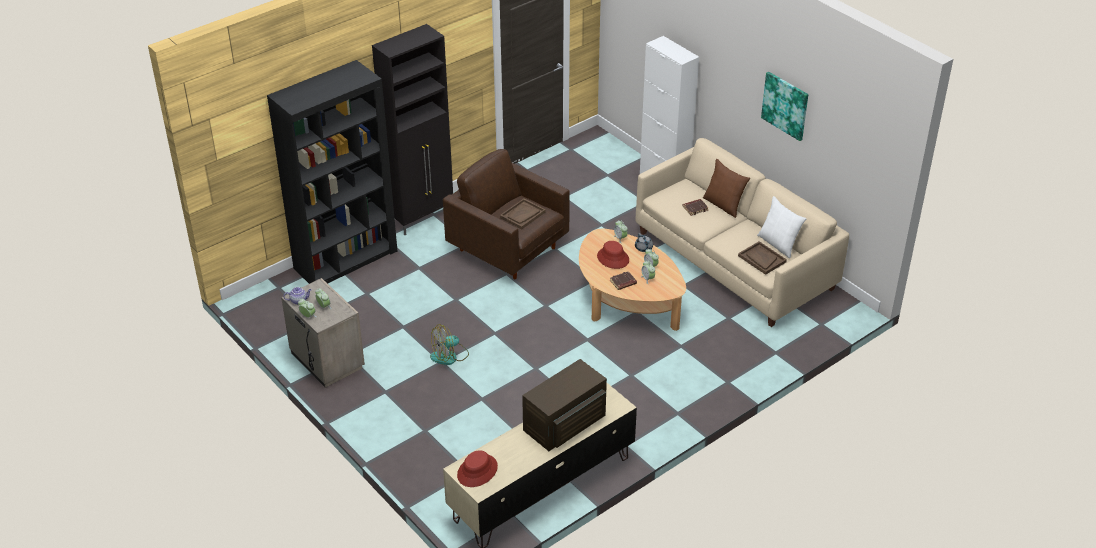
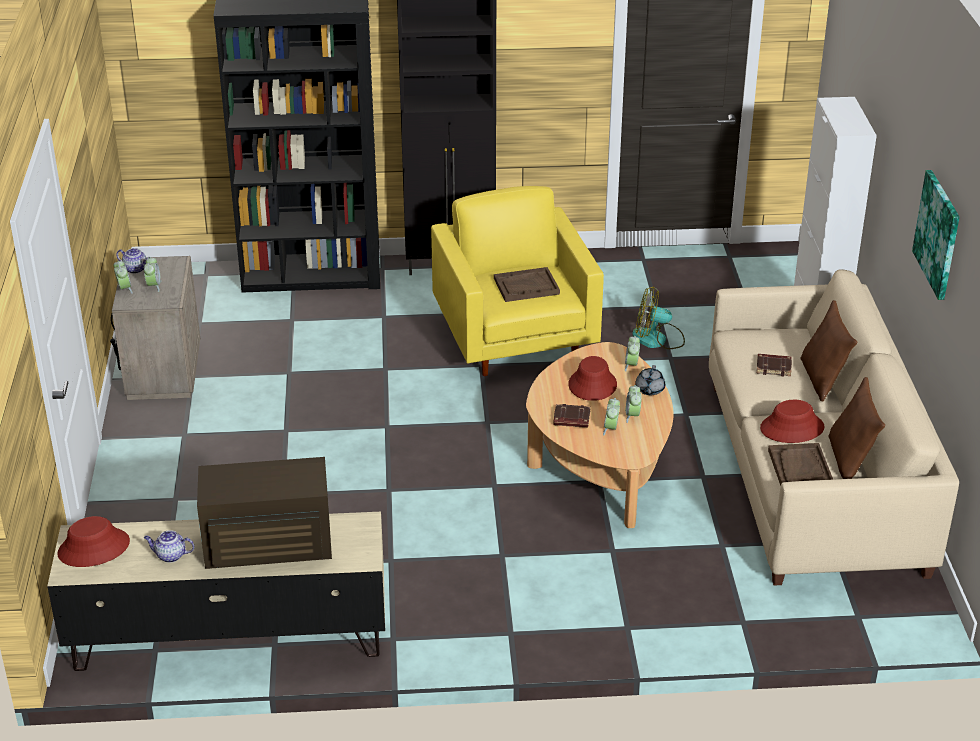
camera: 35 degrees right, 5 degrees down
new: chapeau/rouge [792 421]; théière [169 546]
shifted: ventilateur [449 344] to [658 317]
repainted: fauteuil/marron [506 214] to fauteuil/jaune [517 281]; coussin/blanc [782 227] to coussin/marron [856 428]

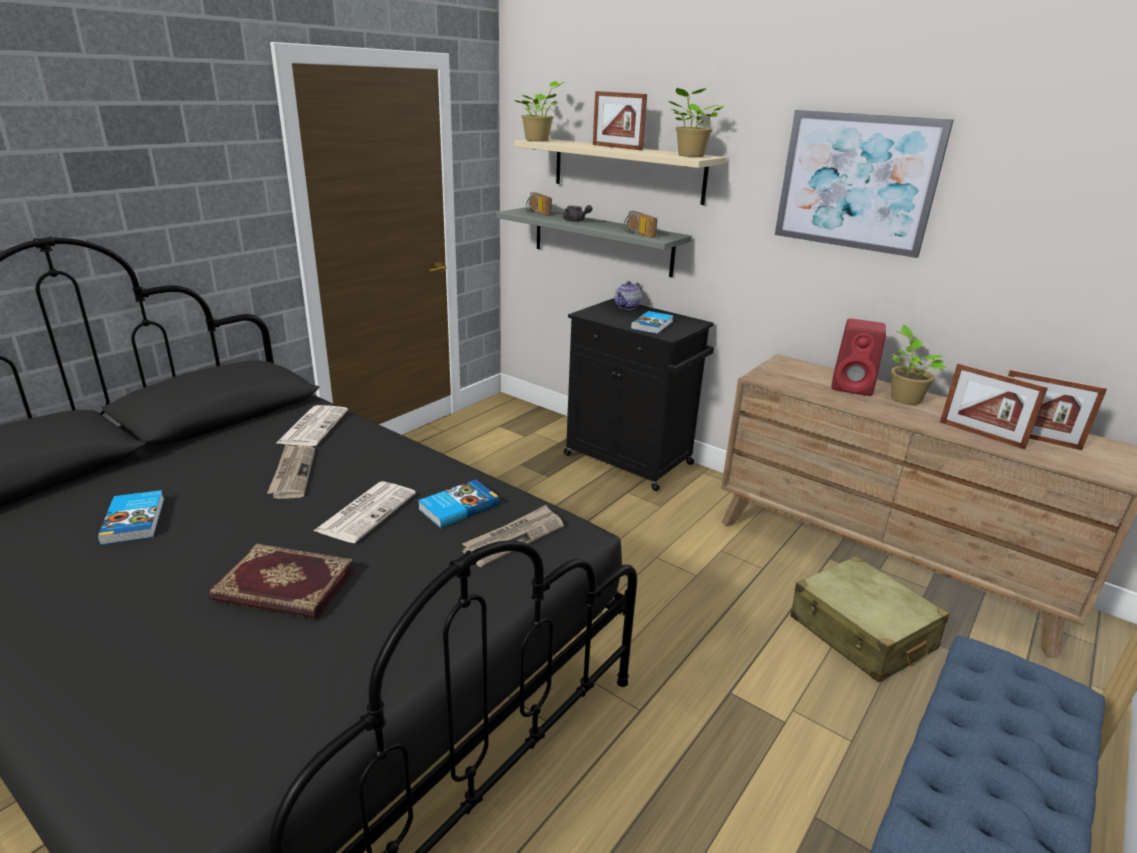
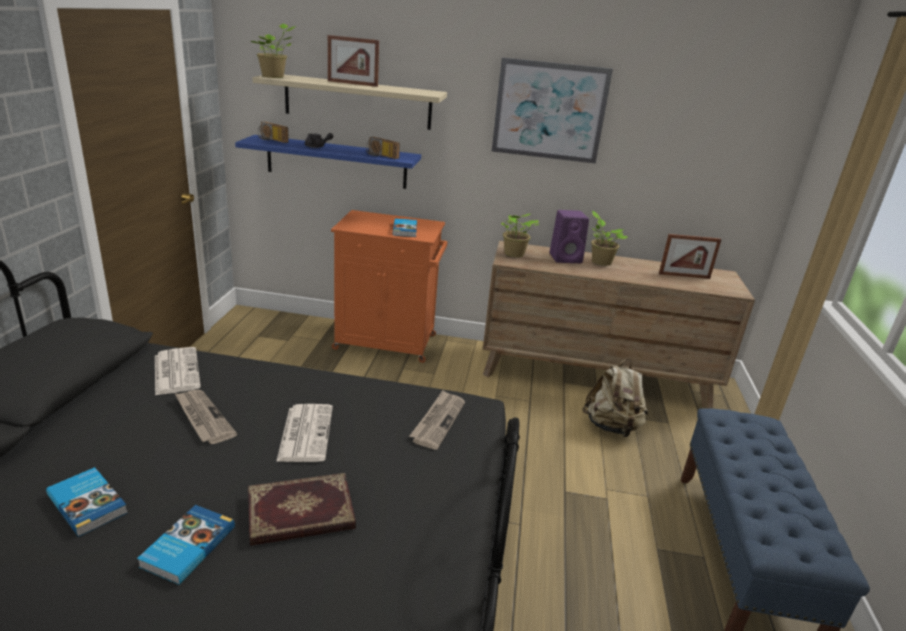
camera: 30 degrees left, 0 degrees up
gone: théière [628 295]; cadre photo [994 406]
shifted: plante en pot [696 122] to [520 235]; livre [458 503] to [186 545]
swapped: valise/beige [870 619] to sac à dos/beige [615 398]
repainted: étagère/gris [594 242] to étagère/bleu [328 162]; meuble de rangement/noir [639 394] to meuble de rangement/orange [389 286]; enceinte/rouge [859 357] to enceinte/violet [569 236]

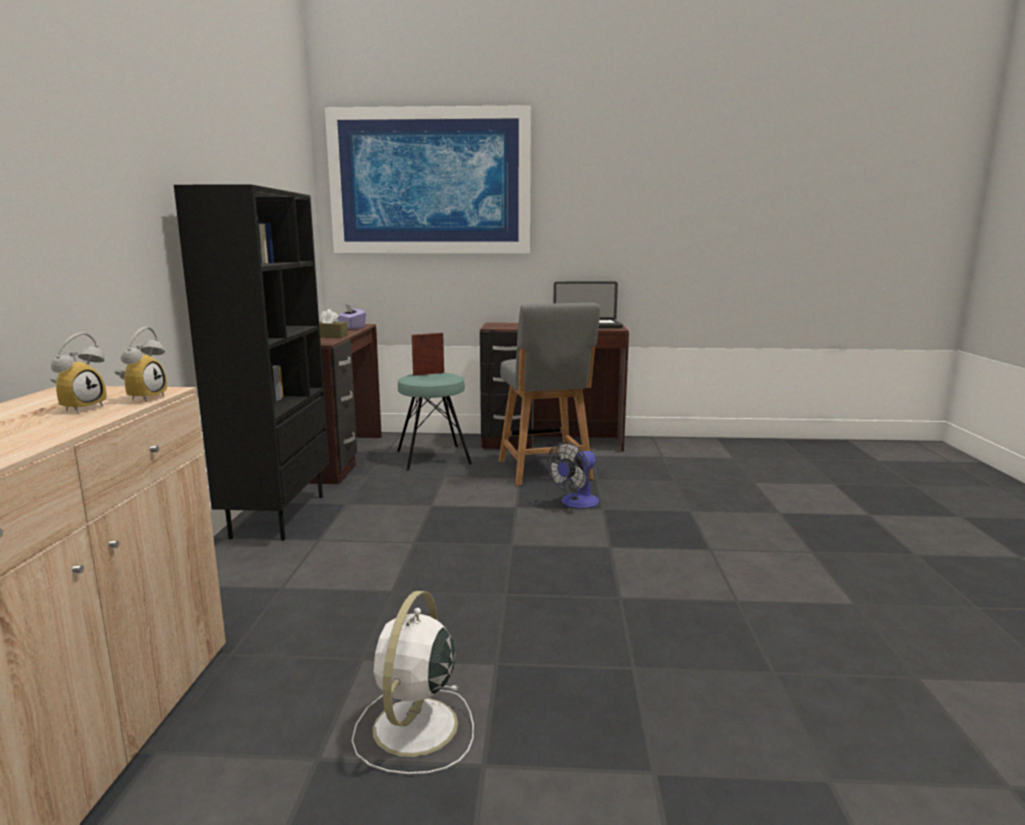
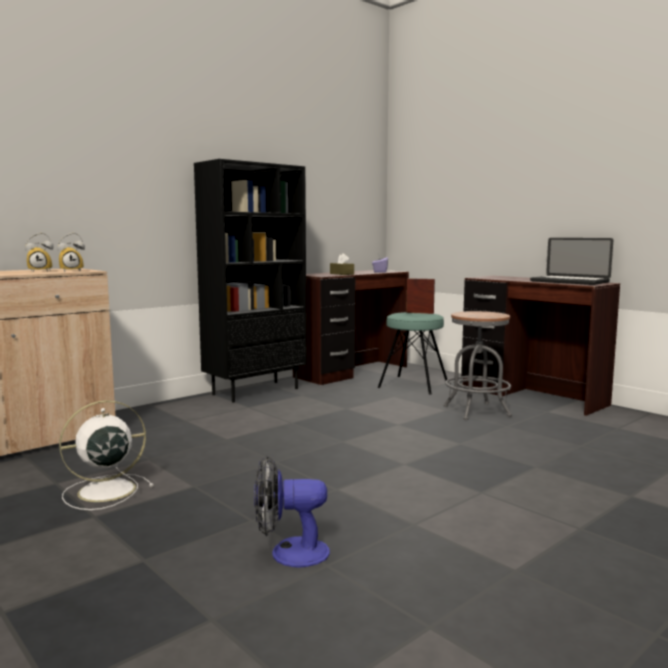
camera: 45 degrees right, 5 degrees down
gone: tableau [428 179]
shifted: ventilateur [573 475] to [292 512]
swapped: chaise/gris [549 394] to tabouret/gris [477 365]

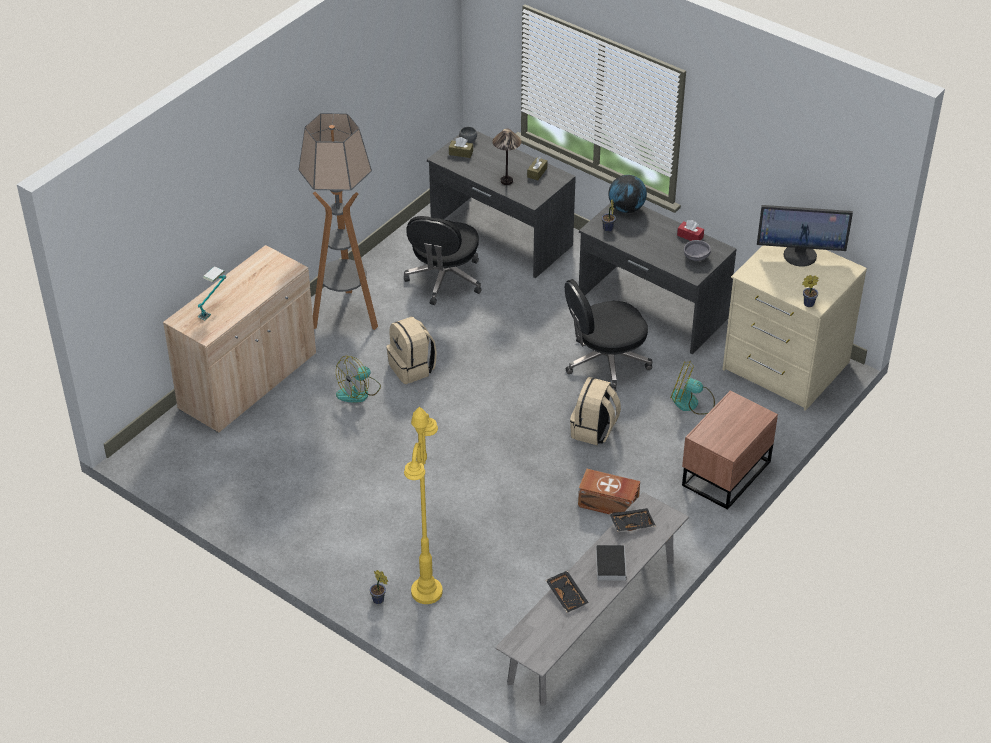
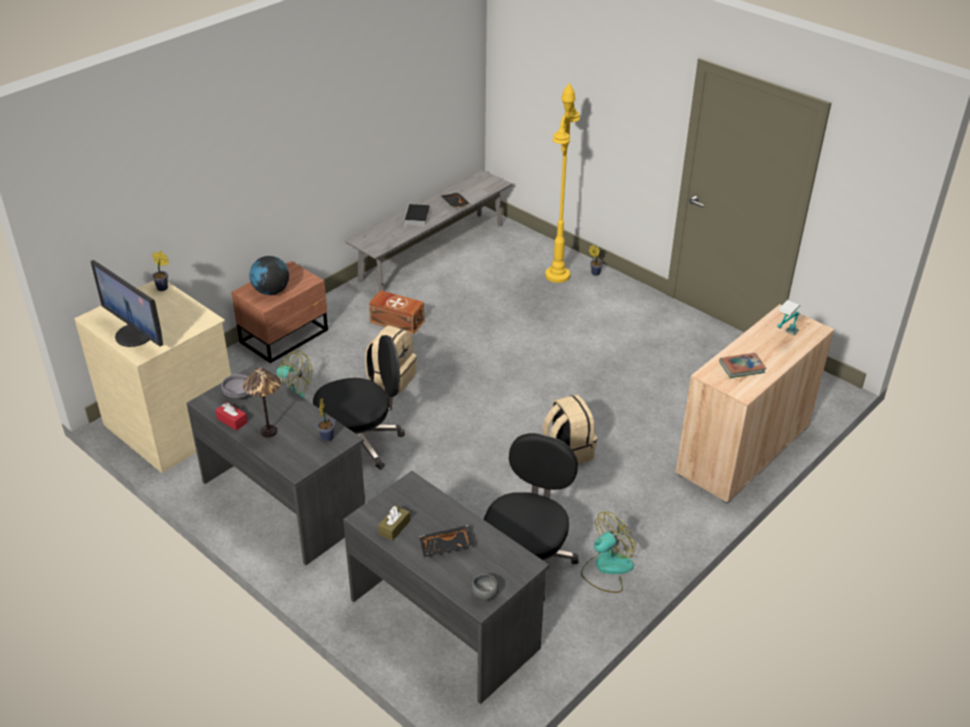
camera: 175 degrees left, 5 degrees down
gone: lampadaire [338 221]; boîte à mouchoirs/marron [461 147]
new: livre [742 365]
shifted: lampe de table [506 156] to [262 402]; globe [627 194] to [269 275]; ventilateur [358 379] to [608 552]; plateau/noir [633 519] to [446 541]
rotated: écran d'ordinateur [805 236] = [126 303] 150 degrees counterclockwise

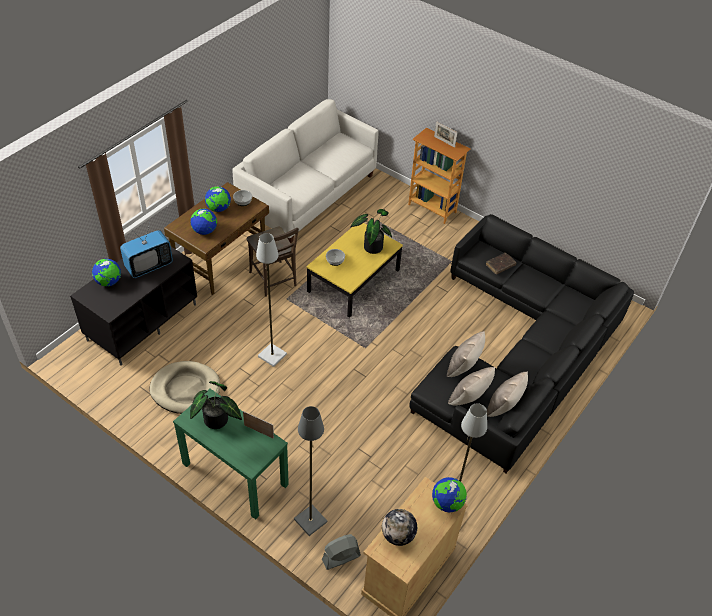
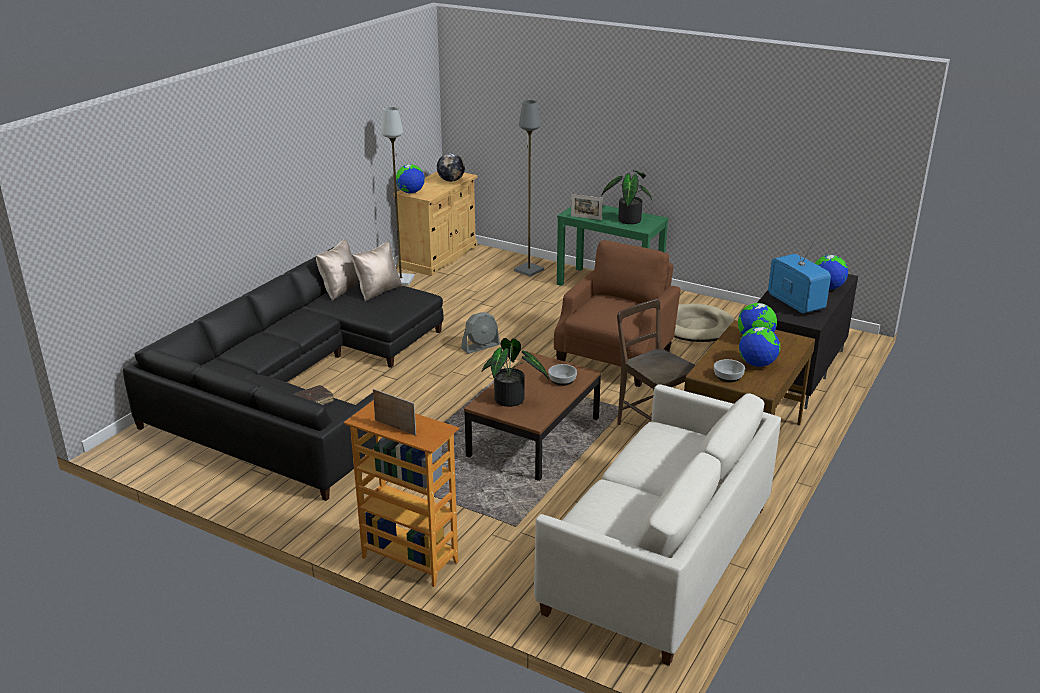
camera: 175 degrees right, 20 degrees down
gone: coussin/beige [466 354]
shifted: ventilateur/gris [341 552] to [480 333]
swapped: lampadaire/gris [271 300] to fauteuil/marron [617 313]
repainted: table basse/jaune [355 270] to table basse/marron [532 416]
rotated: téléviseur [146 251] = [799 274] 105 degrees clockwise

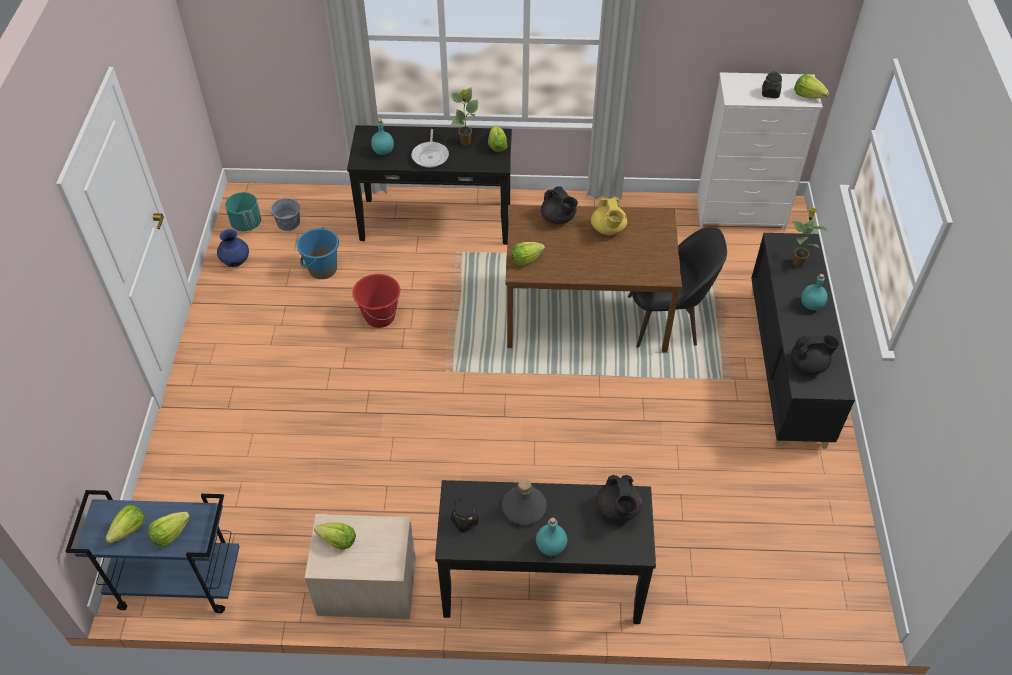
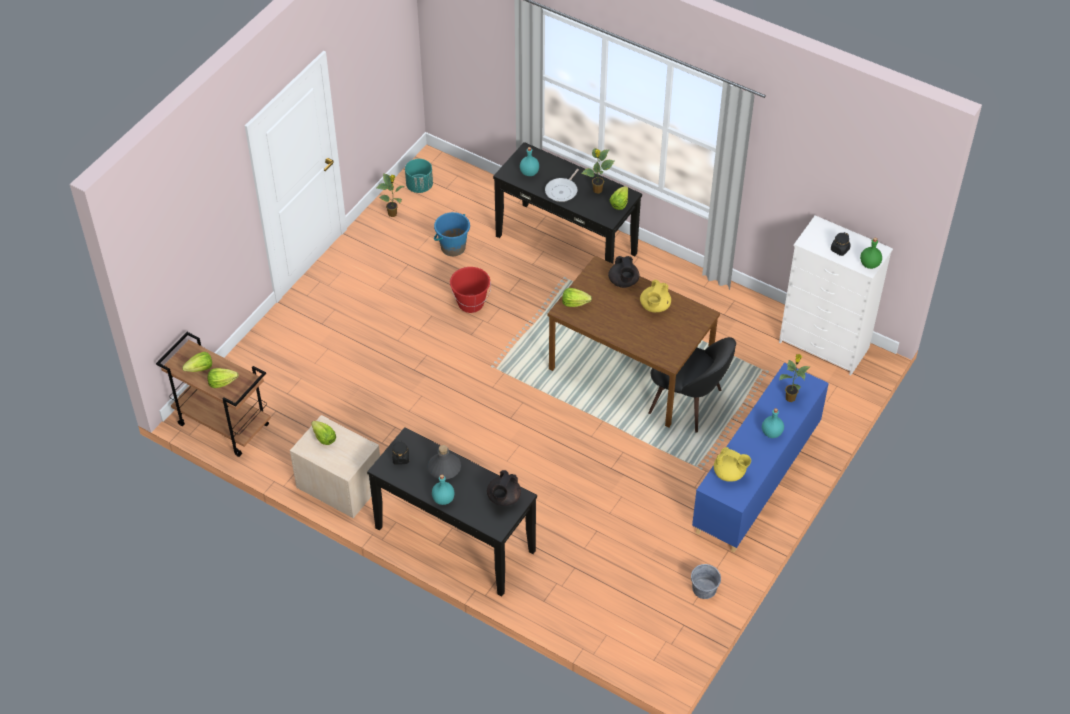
camera: 30 degrees right, 0 degrees up
shifted: seau/gris [285 214] to [706 581]
swapped: laitue [811 86] to bouteille/vert [871 253]; vase/bleu [233 248] to plante en pot [391 195]
repainted: meuble de rangement/noir [803 341] to meuble de rangement/bleu [760 457]; théière/noir [815 354] to théière/jaune [732 464]; chariot/bleu [152 551] to chariot/marron [213 394]

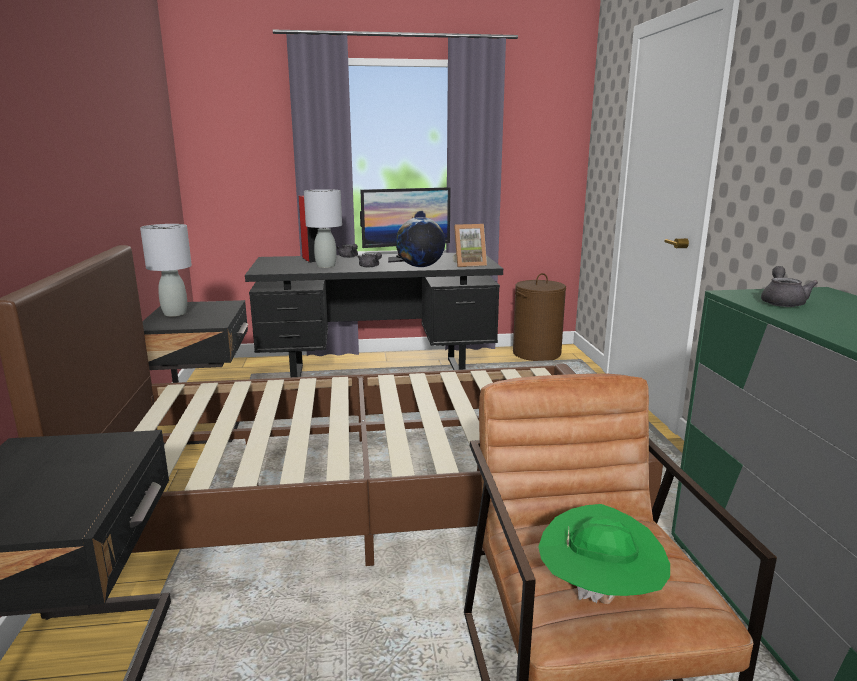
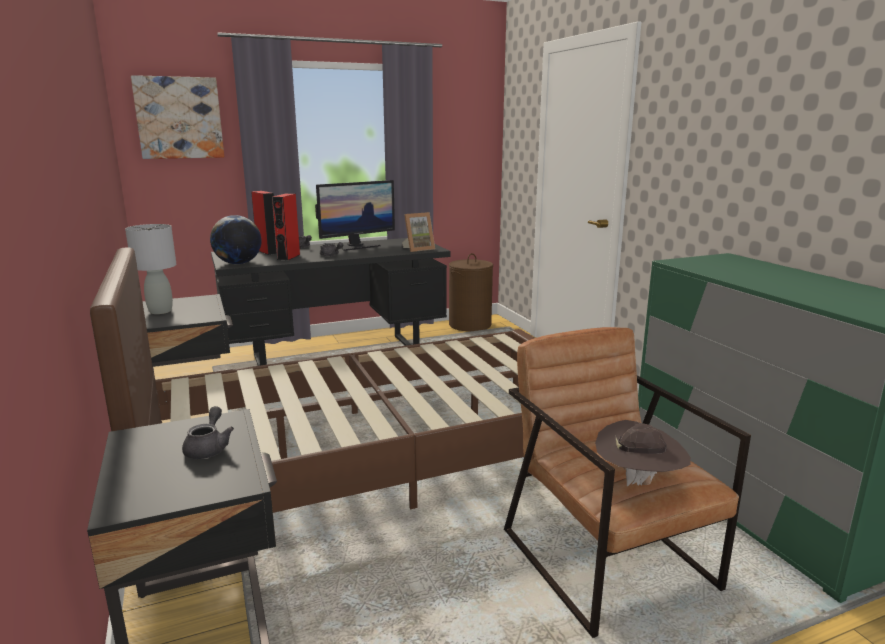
camera: 15 degrees left, 0 degrees up
new: tableau [177 117]
shifted: globe [420 242] to [235 239]; théière/gris [789 286] to [208 432]
swapped: lampe de table/gris [323 228] to enceinte/rouge [286 227]
repainted: chapeau/vert [604 554] to chapeau/marron [643 453]

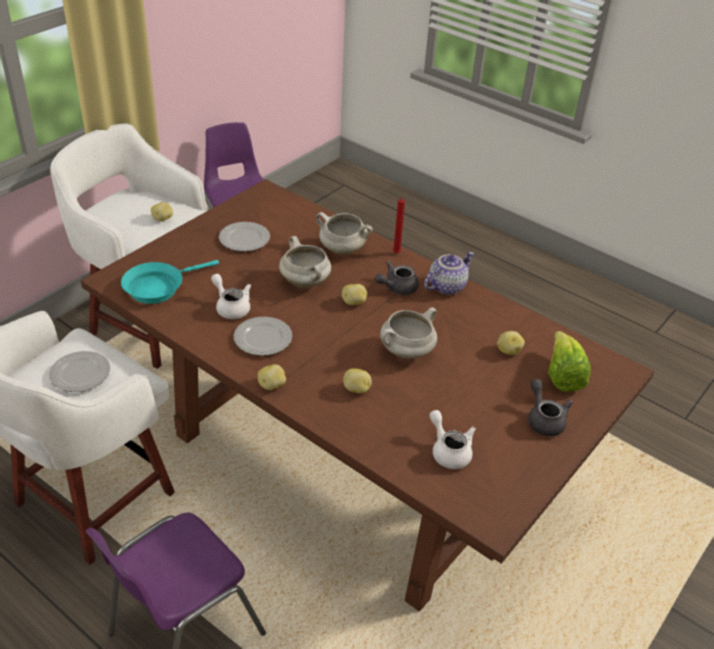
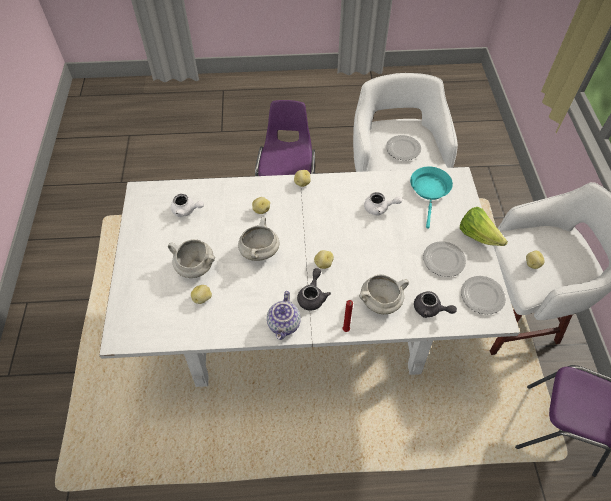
camera: 140 degrees right, 15 degrees up
shifted: marmite/blanc [305 262] to [191 258]; assiette [263 336] to [483 295]; laitue [569 361] to [484 226]; théière/gris [550 407] to [435 304]
repainted: table à manger/marron [367 395] to table à manger/blanc [309 277]

